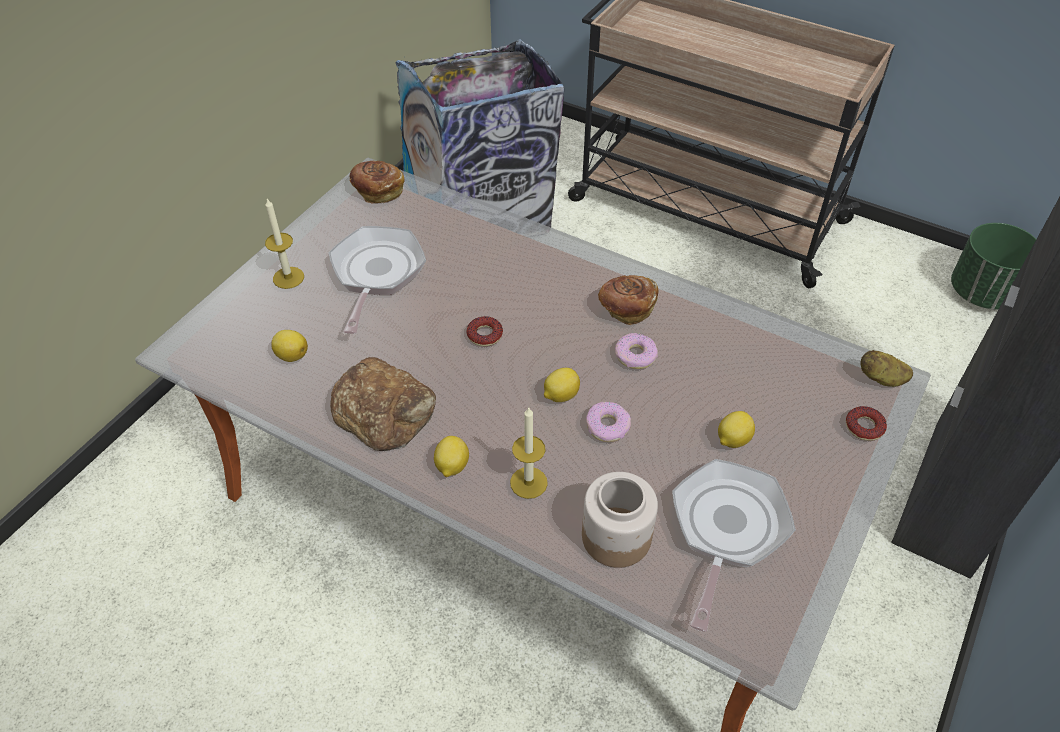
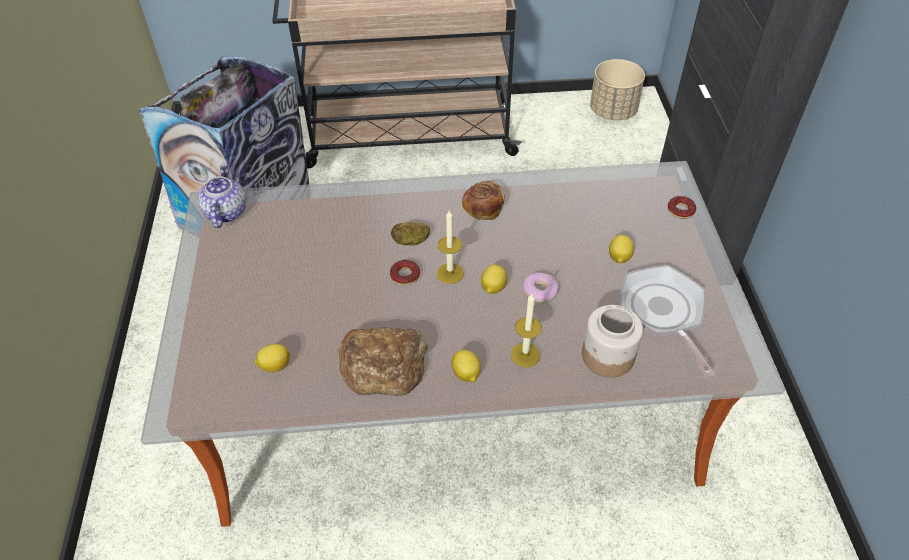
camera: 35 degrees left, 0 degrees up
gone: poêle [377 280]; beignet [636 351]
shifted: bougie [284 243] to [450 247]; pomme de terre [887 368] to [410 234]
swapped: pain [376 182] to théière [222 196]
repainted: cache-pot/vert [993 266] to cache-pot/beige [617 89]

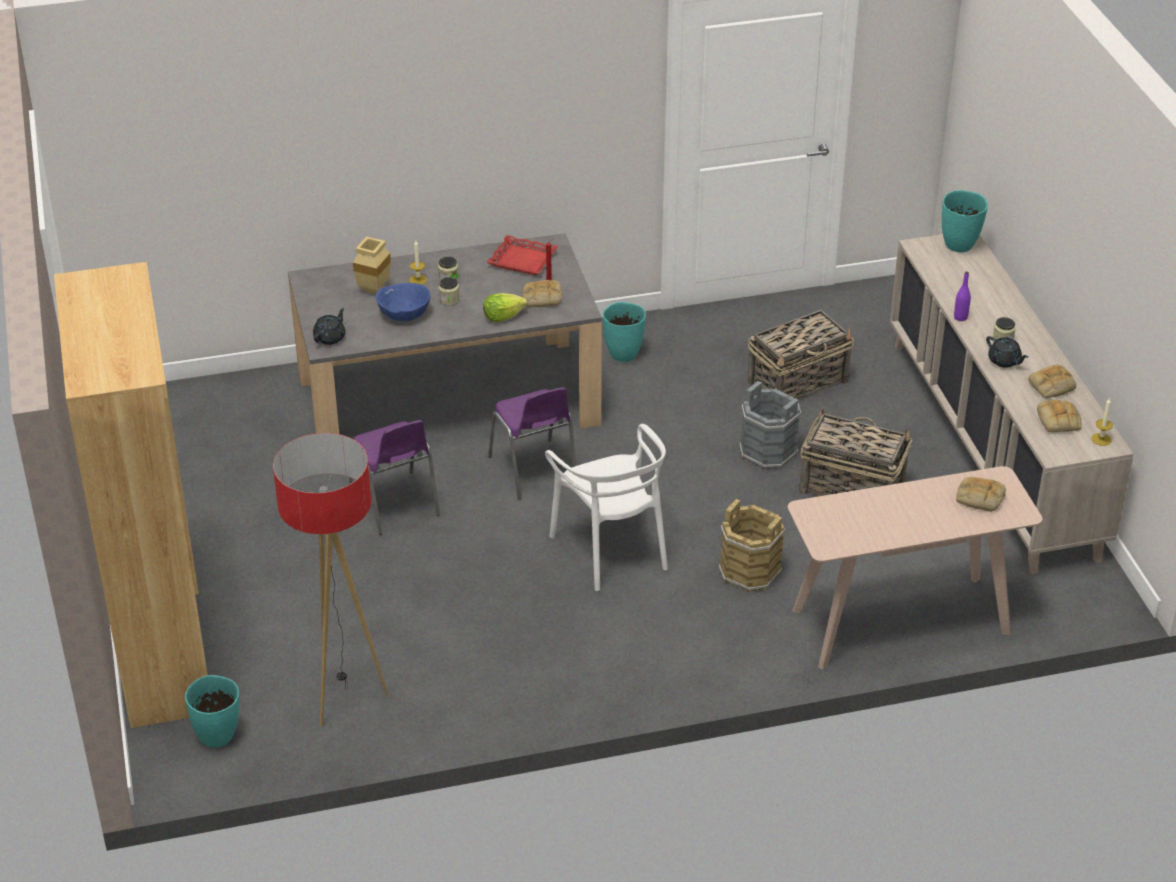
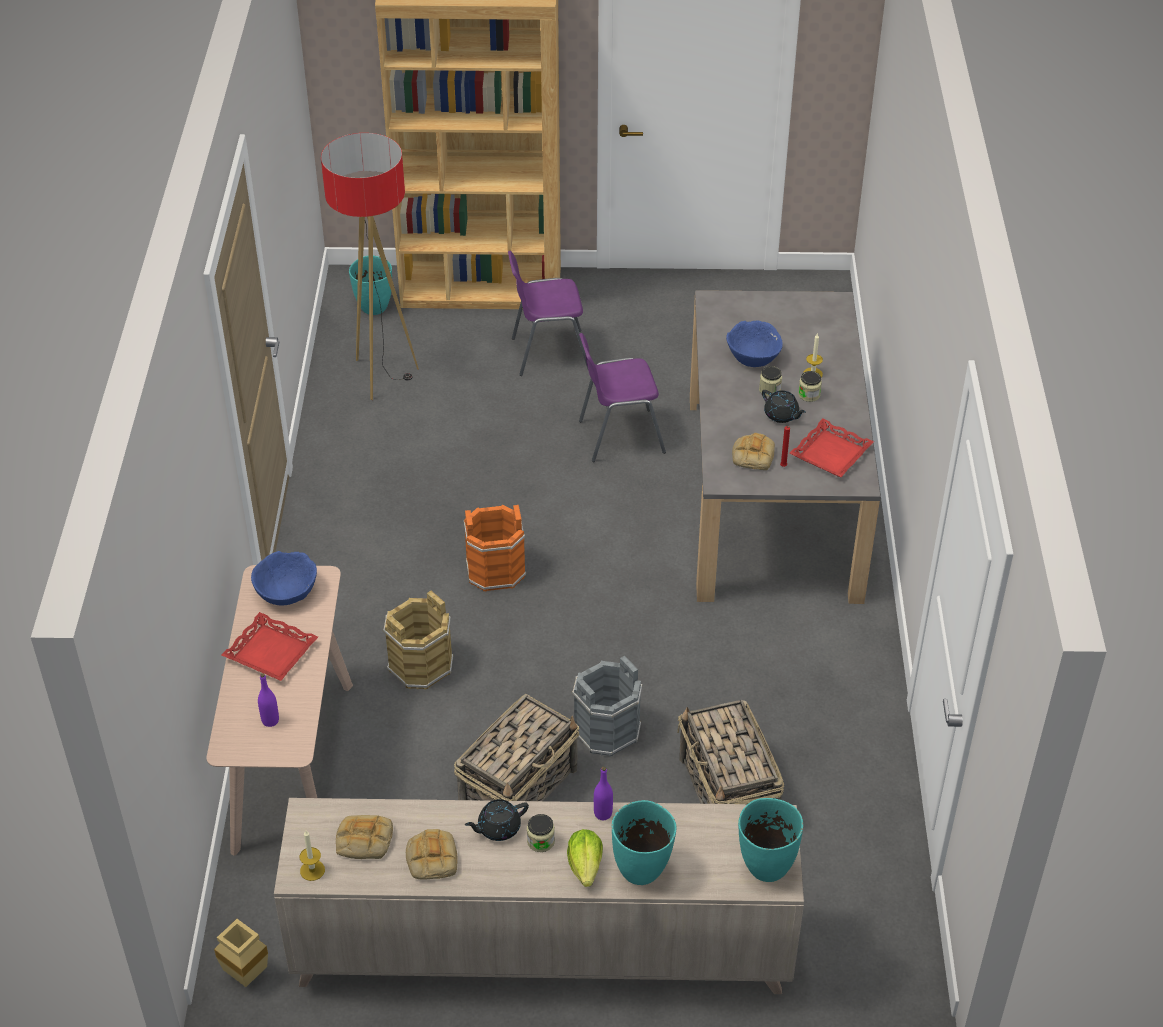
camera: 105 degrees right, 5 degrees up
new: bol/bleu [284 578]; plateau/rouge [270 646]
shifted: vase/beige [372 265] to [241 953]; laitue [505 307] to [585 858]; vase/turquoise [624 332] to [644 842]; théière/noir [329 326] to [784 406]; chaise/violet [532 443] to [548 313]
swapped: chaise/blanc [606 507] to seau/orange [495 548]; pain [981 494] to bouteille/violet [268 700]

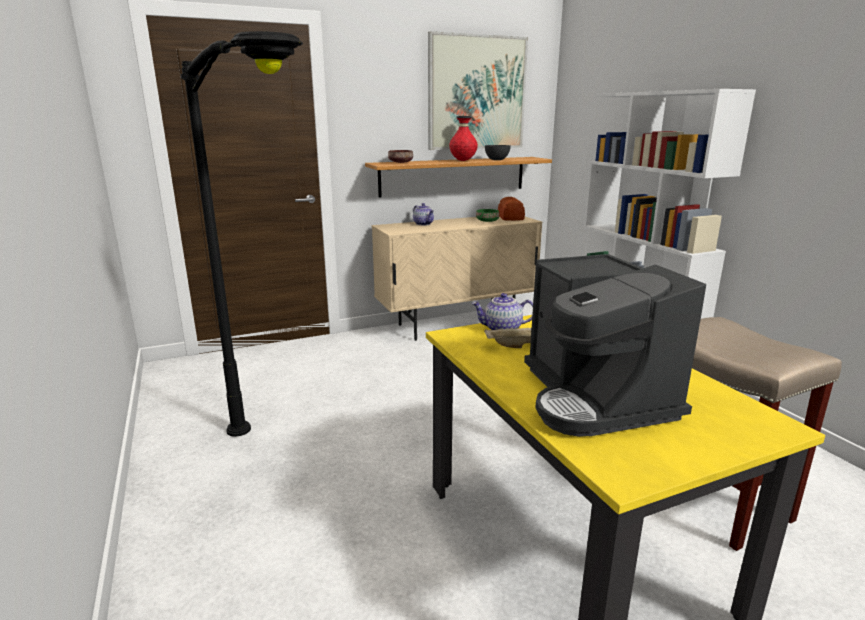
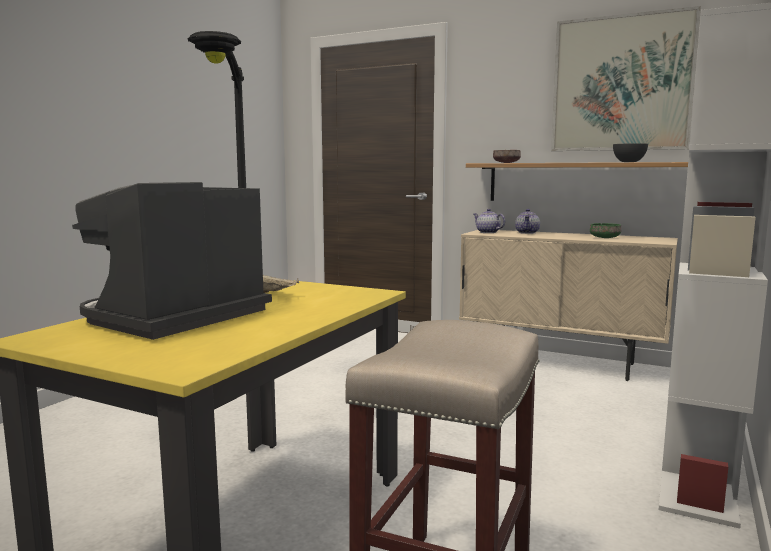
camera: 50 degrees right, 10 degrees down
gone: vase/rouge [463 138]; pain [511 209]
shifted: théière [502 311] to [489 221]

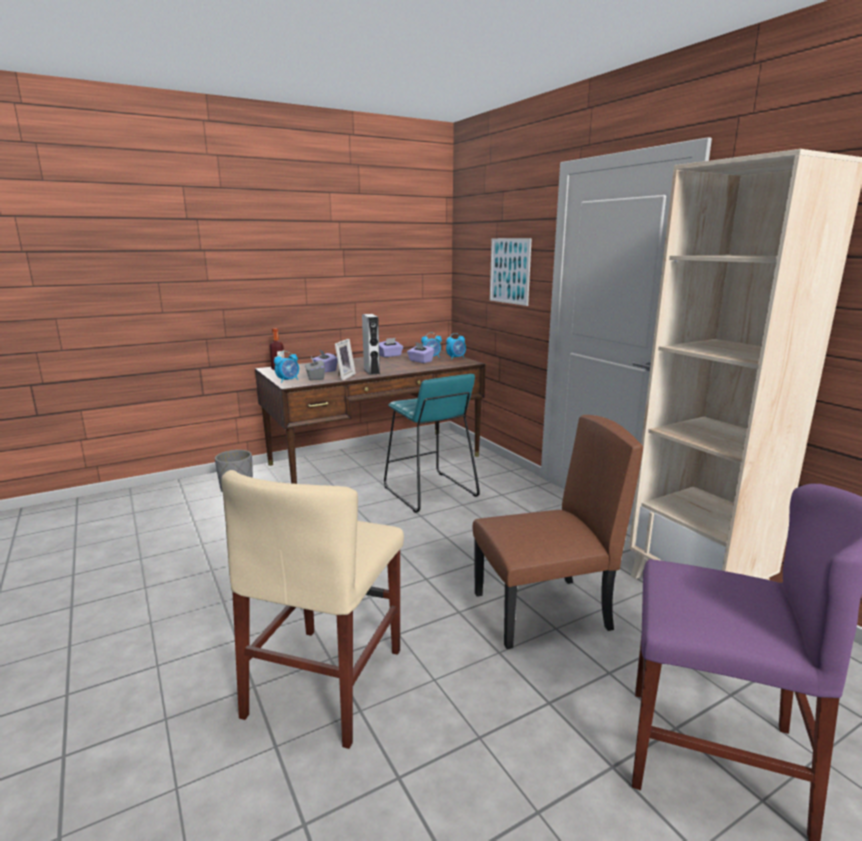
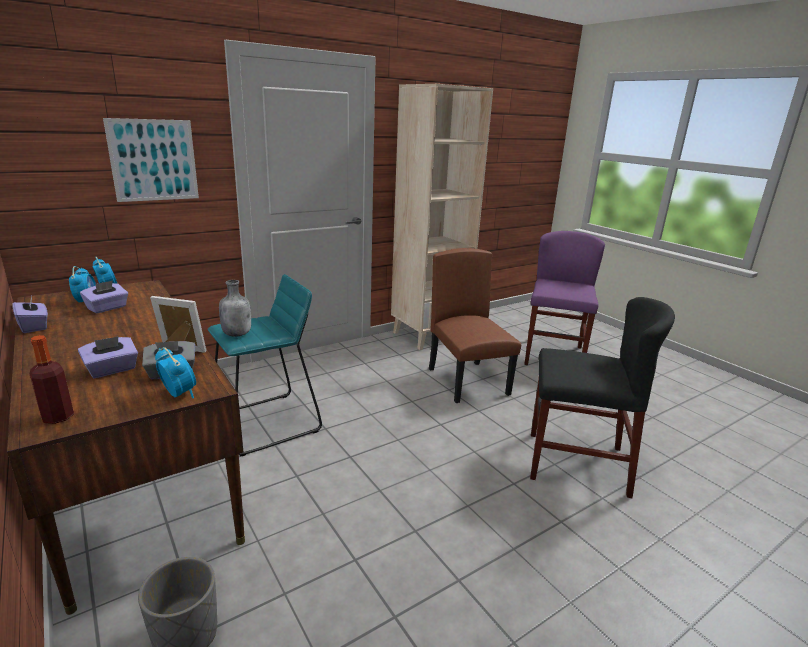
camera: 95 degrees left, 5 degrees up
gone: enceinte/gris [371 344]
new: bouteille/gris [235 308]
repainted: chaise/beige [312 609] to chaise/noir [602 397]

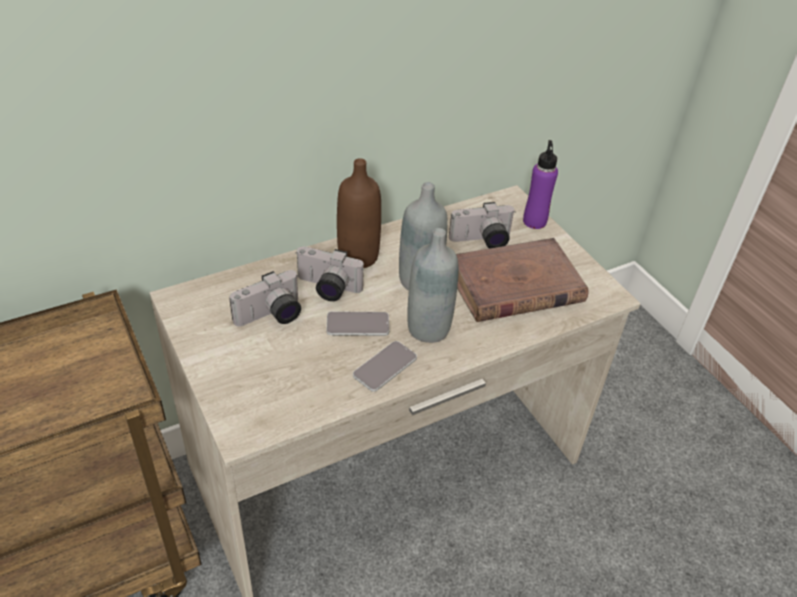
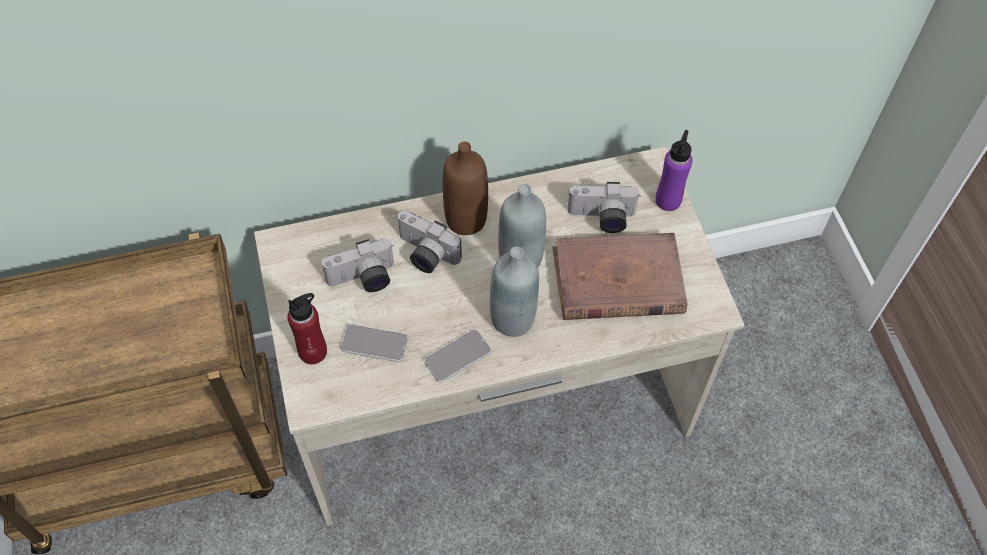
camera: 15 degrees right, 15 degrees up
new: bouteille/rouge [307 328]
shifted: téléphone [357 323] to [374 343]

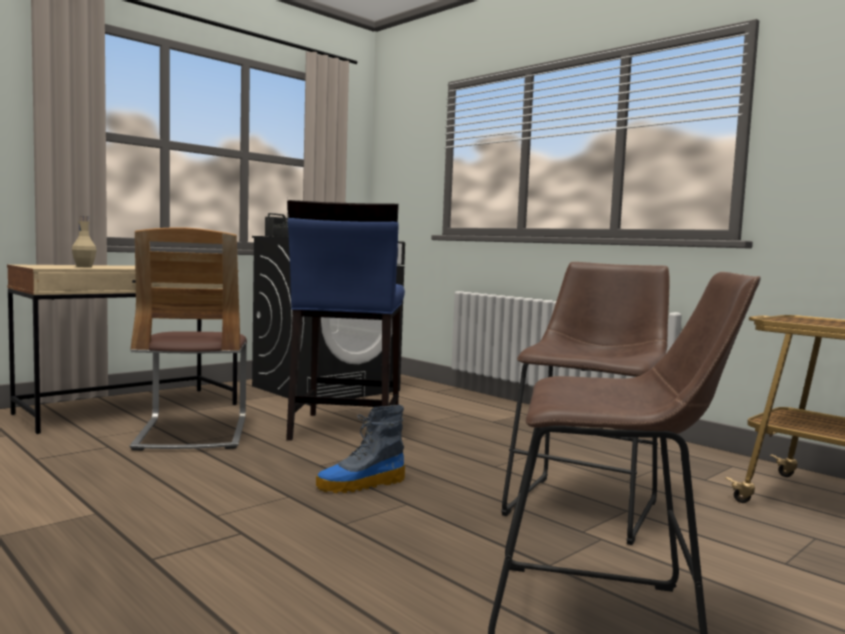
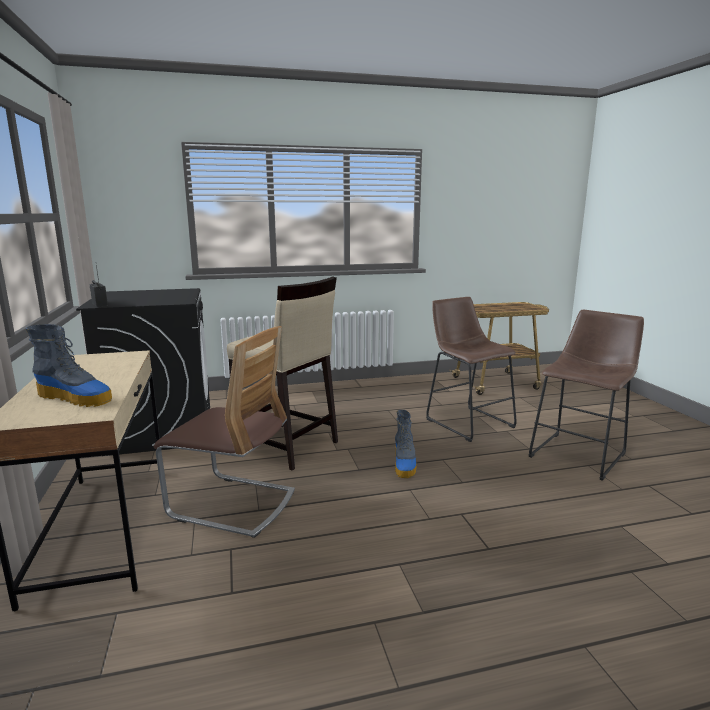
camera: 60 degrees left, 10 degrees up
swapped: bouteille/beige [84 241] to botte [68 365]
repainted: tabouret/bleu [345 320] to tabouret/beige [282 373]

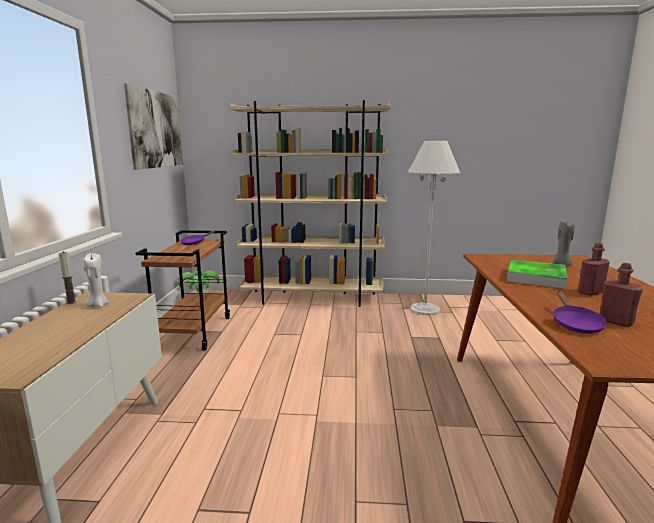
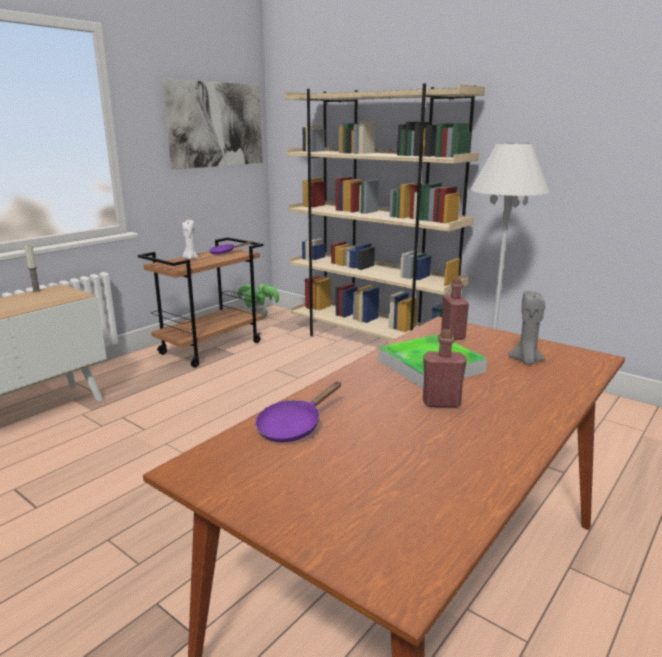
camera: 35 degrees right, 5 degrees up
shifted: bougie/blanc [96 280] to [190 239]; bouteille/rouge [621 295] to [455 309]

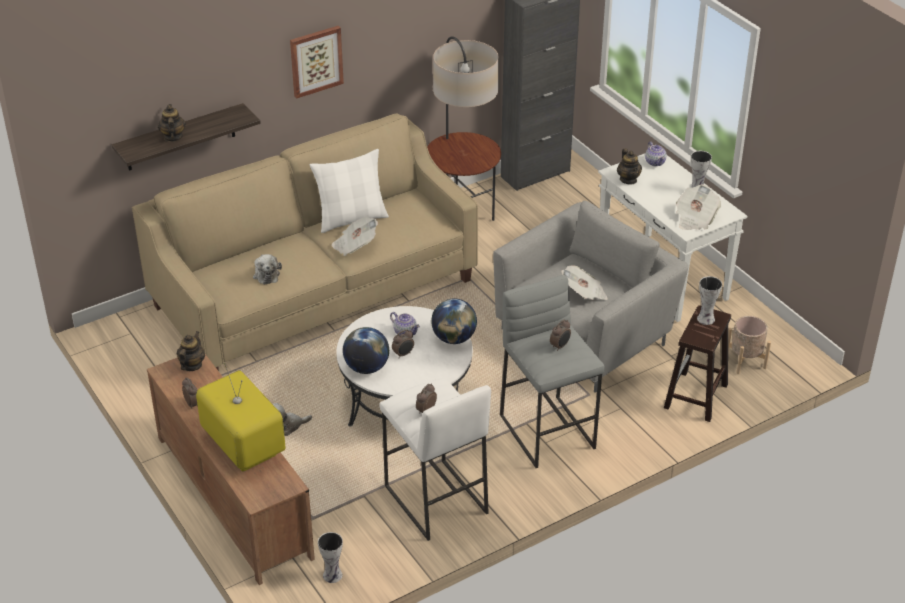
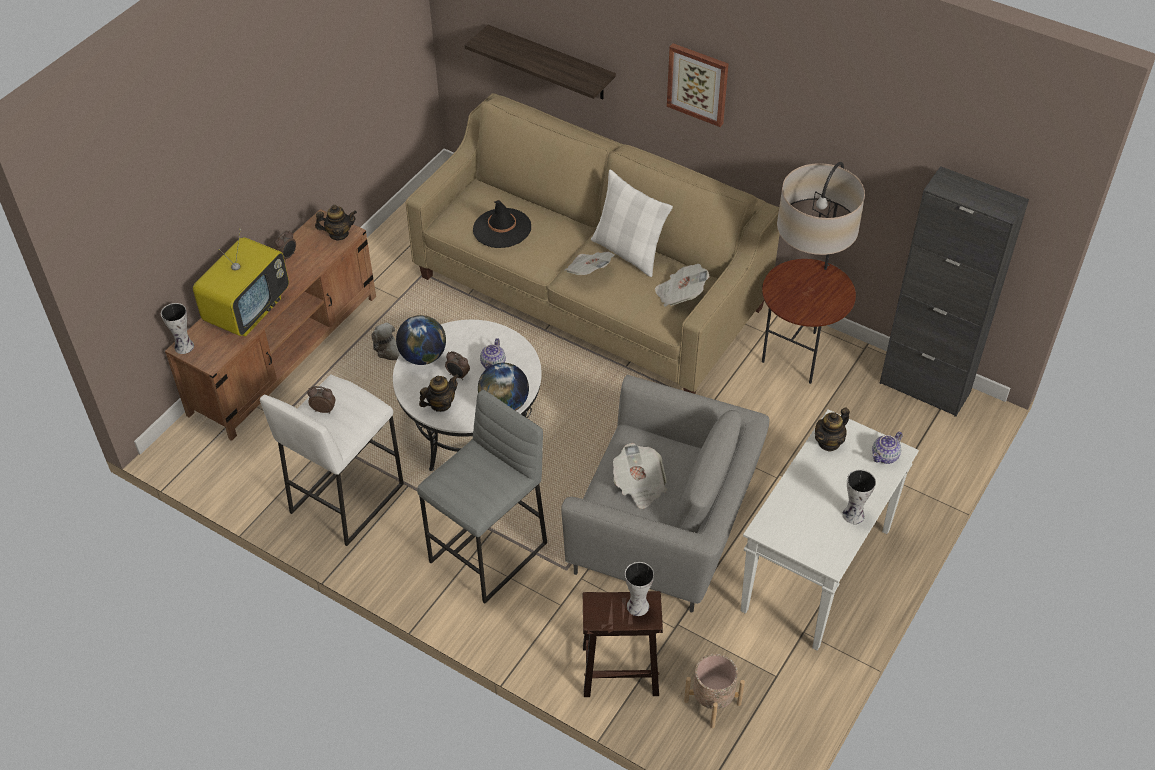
camera: 65 degrees right, 10 degrees up
gone: réveil [560 335]
shifted: théière [172 123] to [439 393]; journal [698 207] to [682 285]; vase [330 557] to [177 328]
swapped: peluche [267 269] to chapeau/noir [502 224]

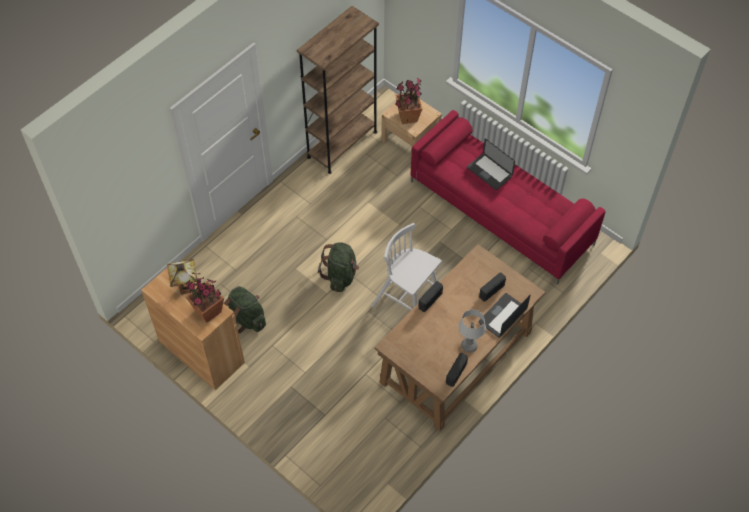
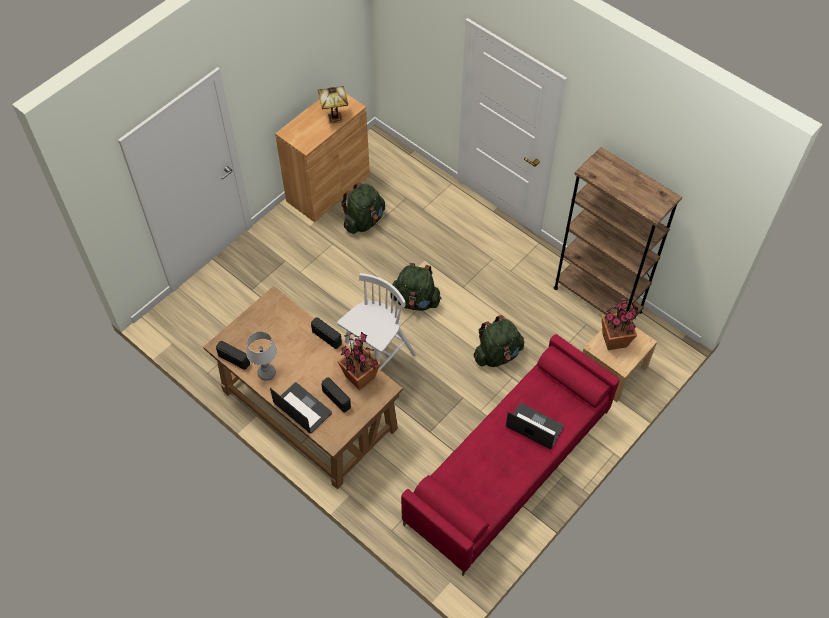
camera: 90 degrees right, 0 degrees up
new: sac à dos/vert [499 341]
shifted: plante en pot [205 298] to [359 361]
rotated: ordinateur portable [491 164] = [535 426] 75 degrees clockwise

